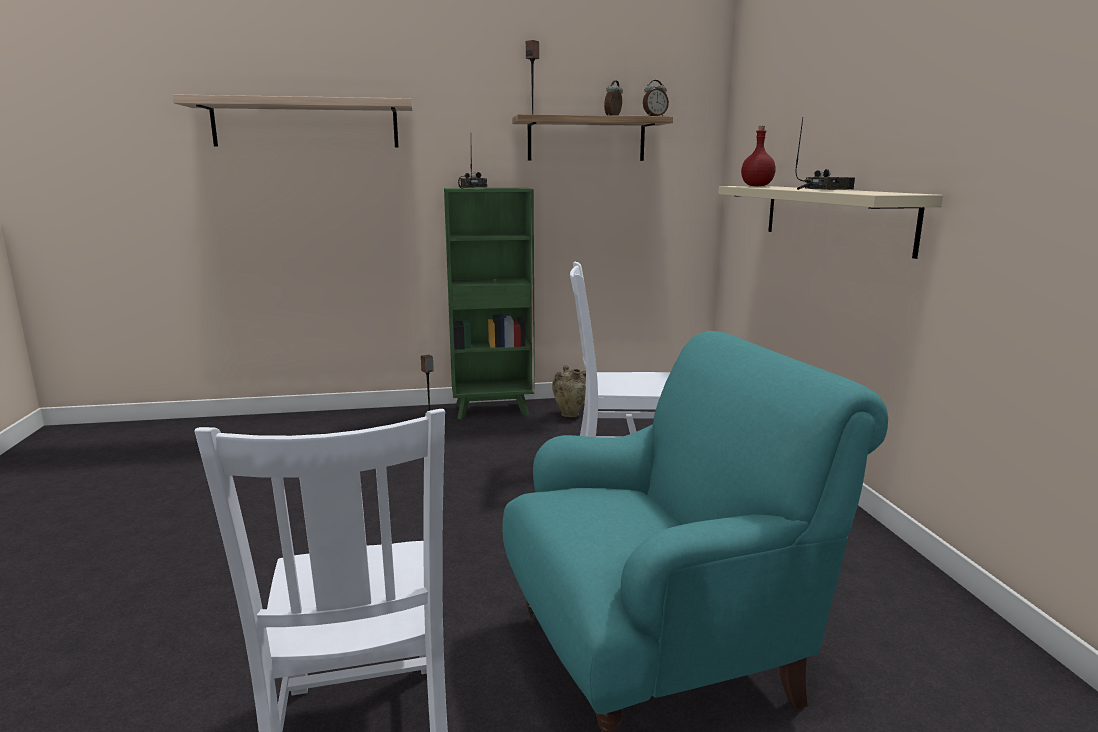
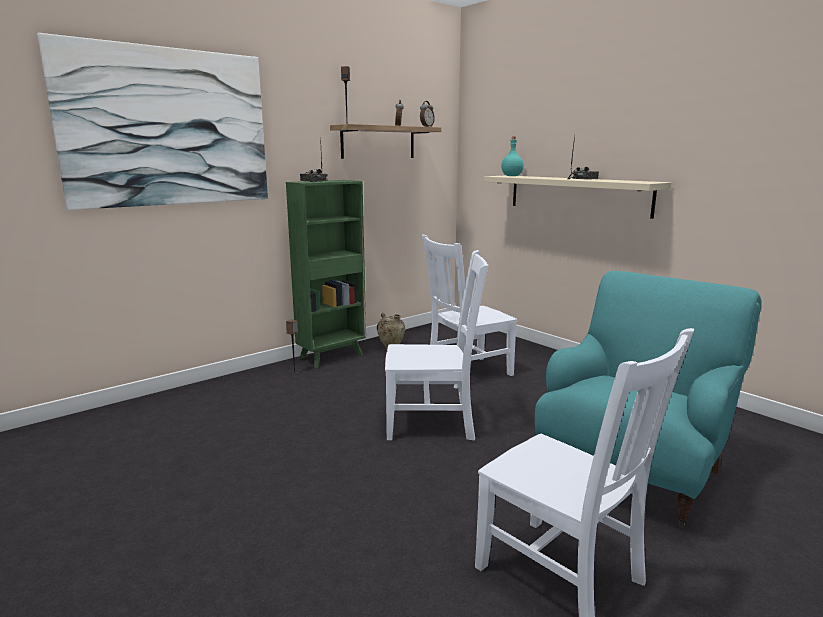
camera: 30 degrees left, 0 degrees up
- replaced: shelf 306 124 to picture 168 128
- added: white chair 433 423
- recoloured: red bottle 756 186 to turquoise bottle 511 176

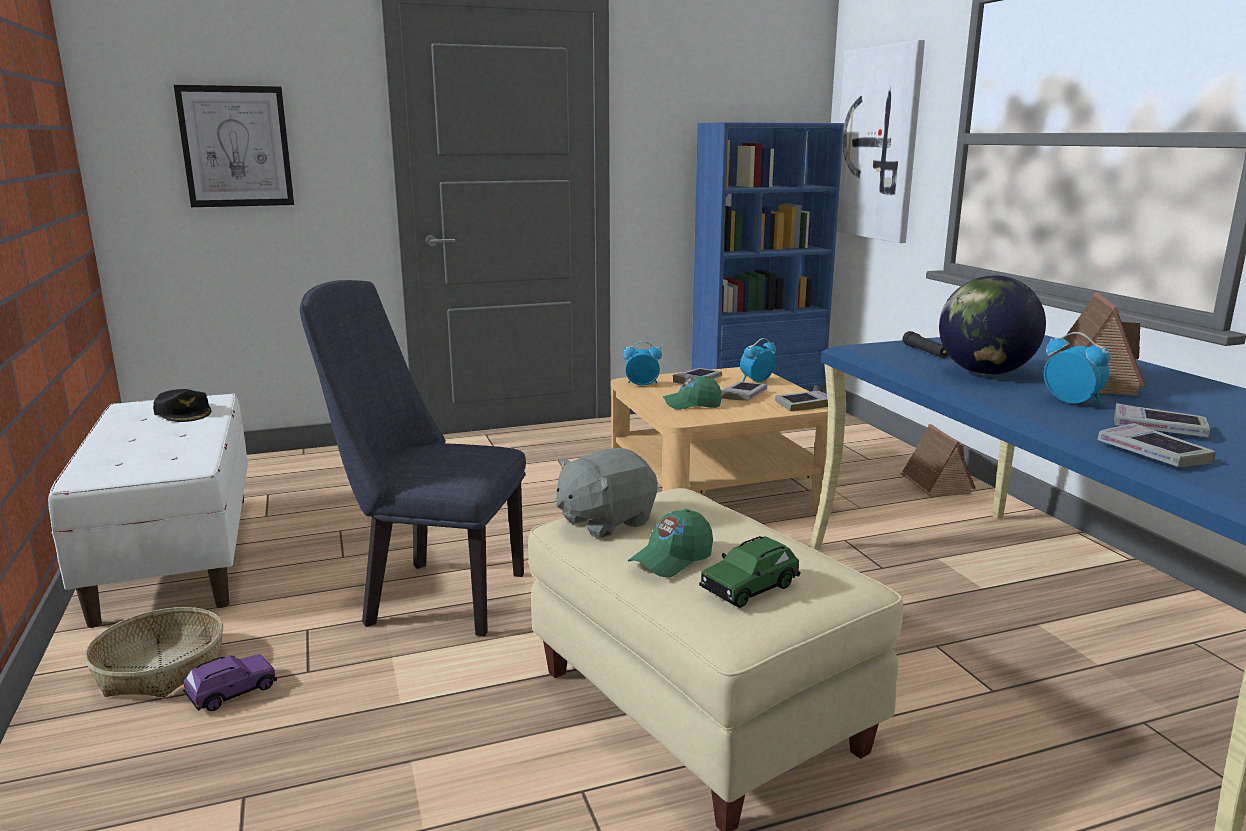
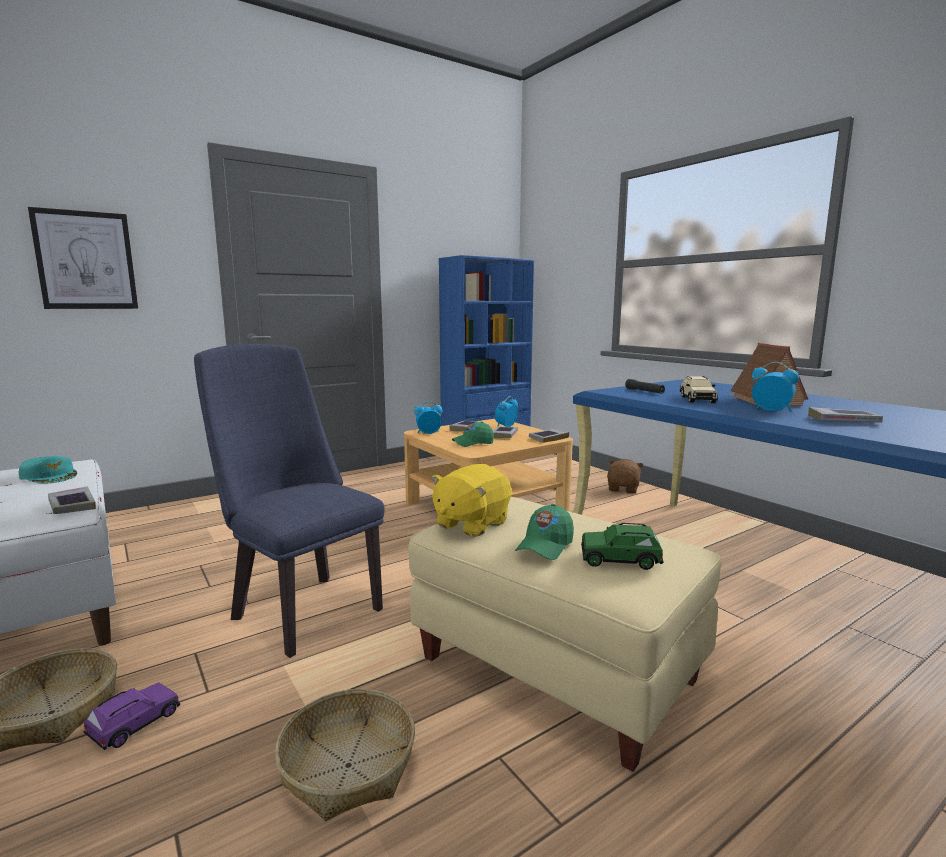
camera: 15 degrees left, 5 degrees down
- recoloured: black cap 184 412 to turquoise cap 49 476
- moved: book 1152 454 to 72 505
- turned: blue chair 432 596 = 301 608 45 degrees clockwise
- added: basket 349 766
- recoloured: grey plush toy 605 521 to yellow plush toy 471 524
- turned: green toy car 749 587 = 620 560 60 degrees clockwise
- replaced: toy house 935 484 to brown plush toy 623 489
- replaced: globe 985 373 to beige toy car 697 399
- removed: picture 878 144

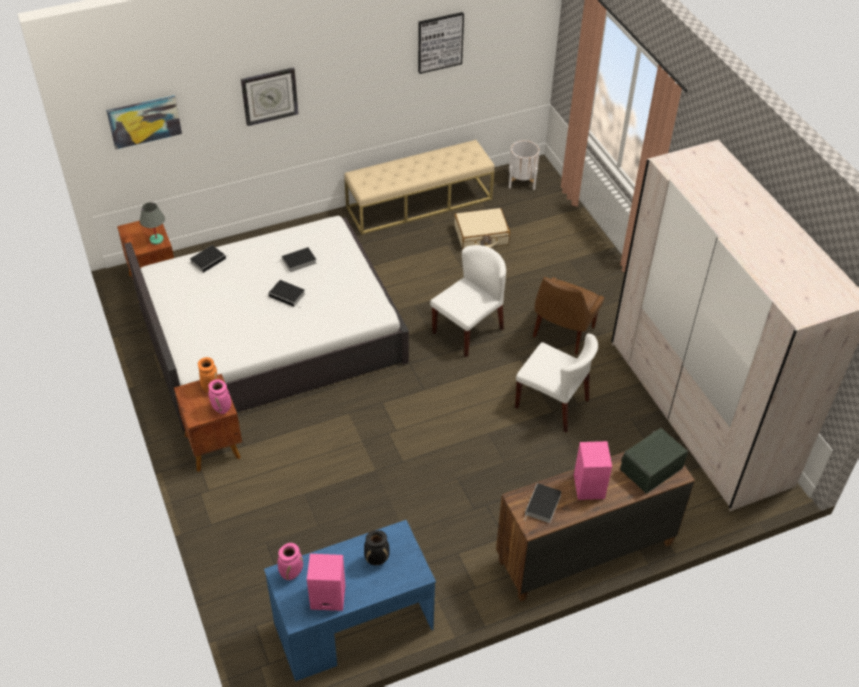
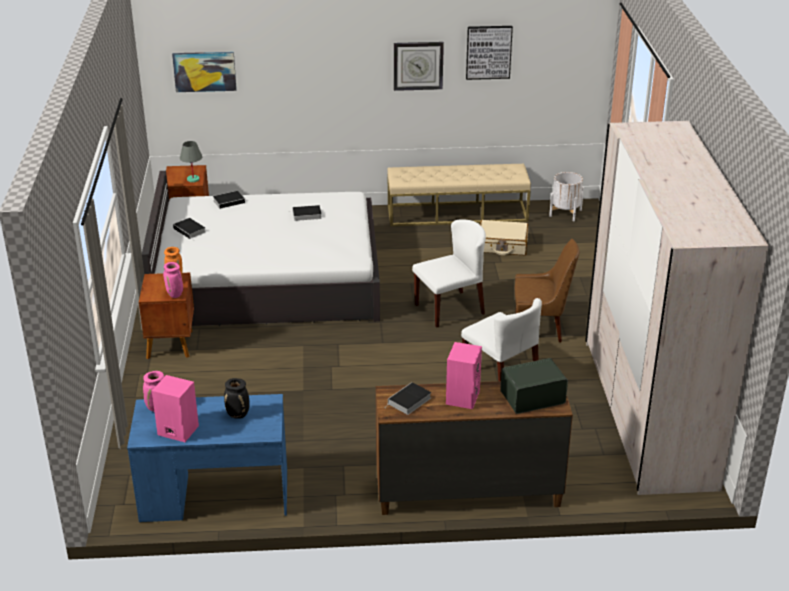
camera: 20 degrees right, 15 degrees down
- moved: book 288 295 to 190 230
- moved: wall clock 269 96 to 418 65
- turned: brown chair 562 333 = 540 328 135 degrees counterclockwise

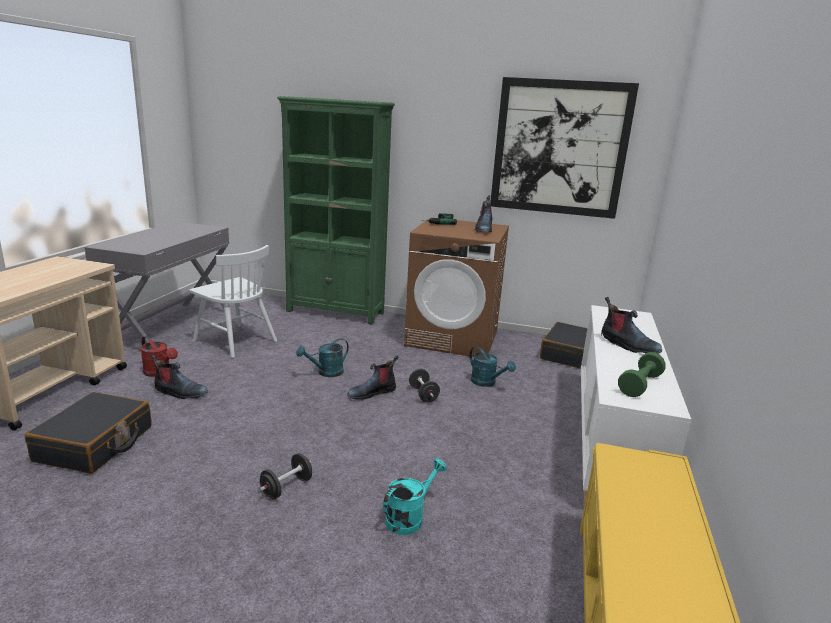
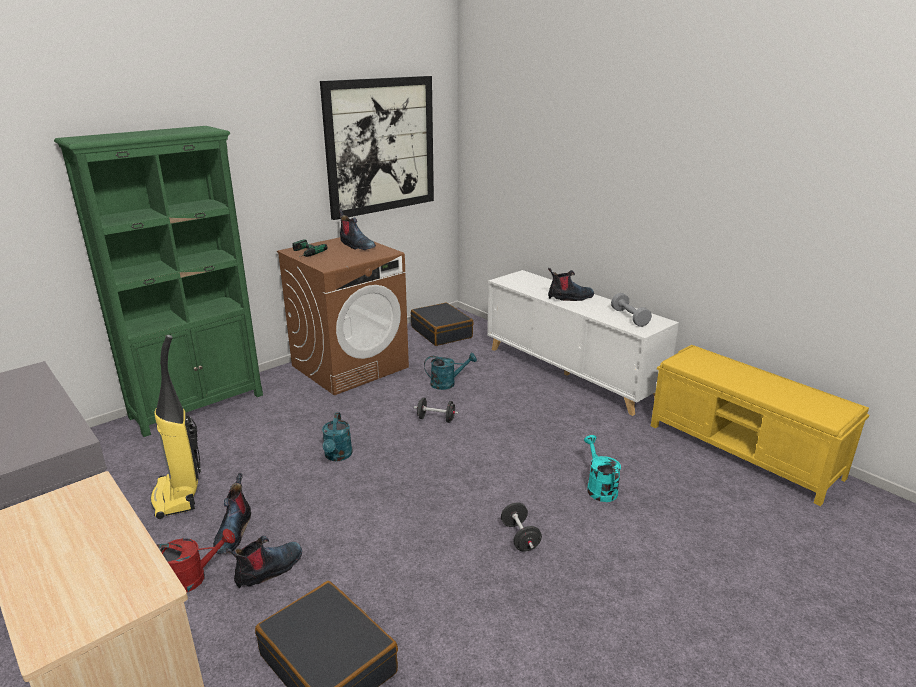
camera: 55 degrees left, 5 degrees up
- replaced: white chair 235 341 to vacuum cleaner 178 496
- moved: boot 372 392 to 233 532
- recoloured: green dumbbell 639 385 to grey dumbbell 629 317

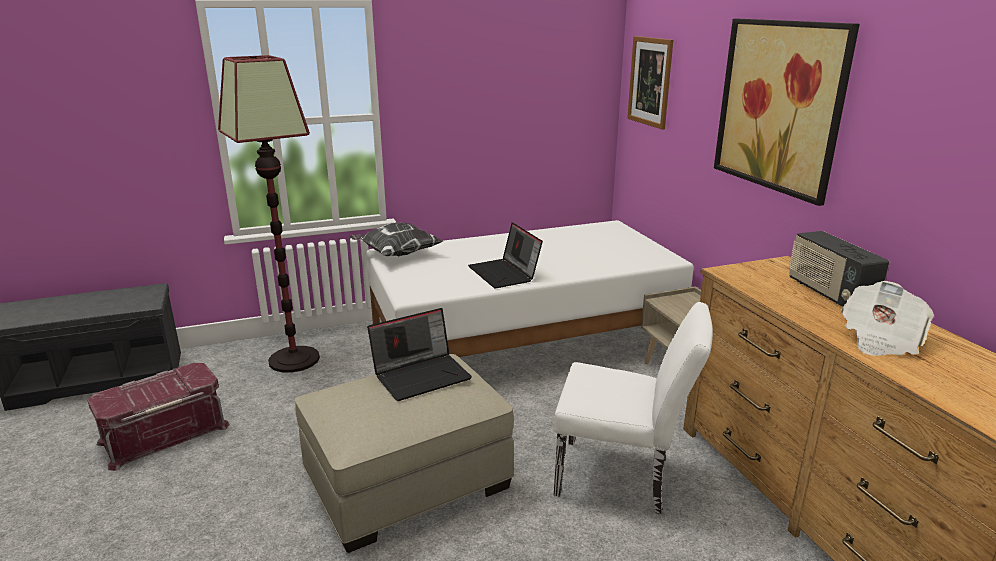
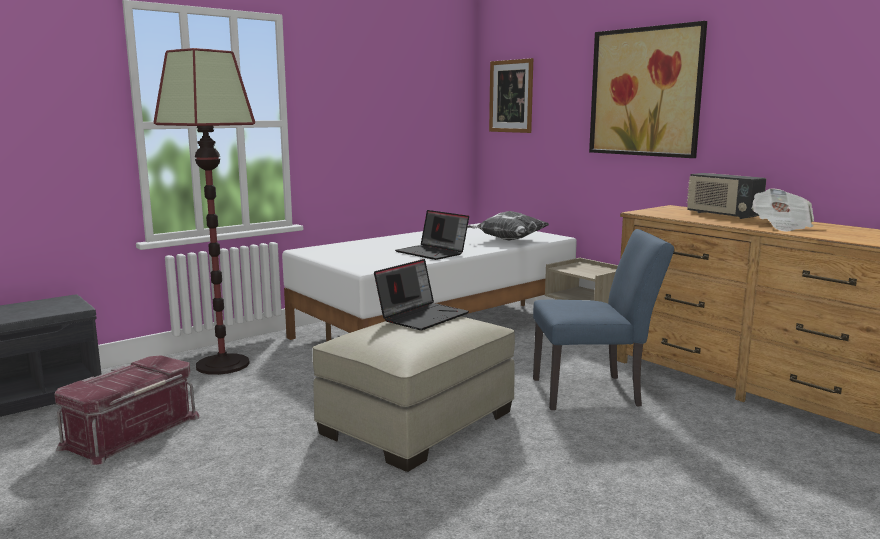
camera: 20 degrees left, 10 degrees down
- moved: pillow 396 254 to 507 240
- recoloured: white chair 622 478 to blue chair 594 392

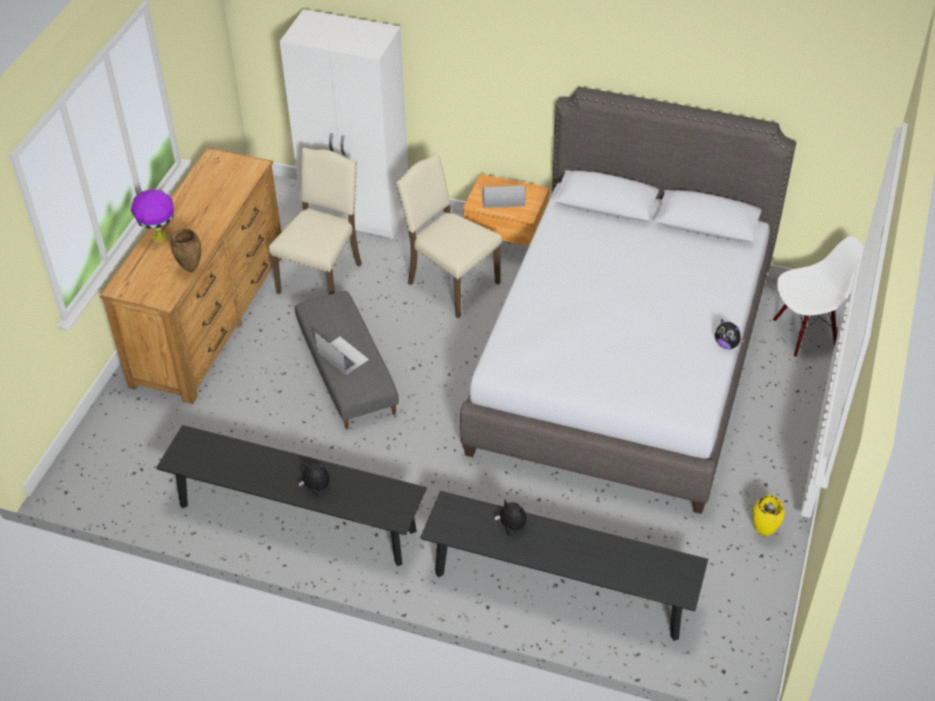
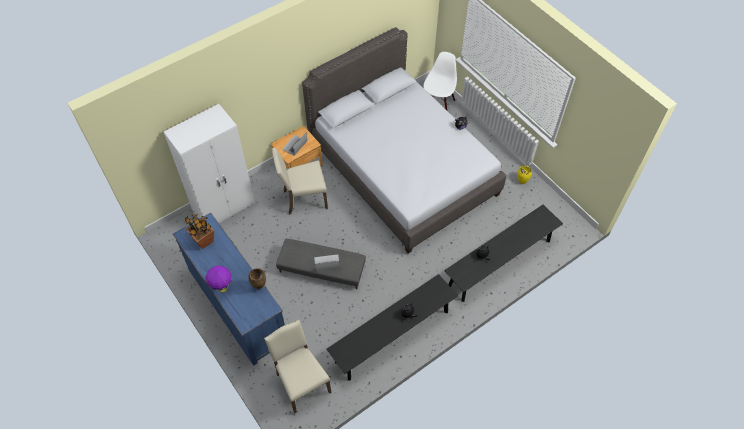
camera: 55 degrees left, 10 degrees up
- recoloured: brown dresser 210 318 to blue dresser 237 305
- added: potted plant 204 241
- moved: beige chair 322 277 to 301 382

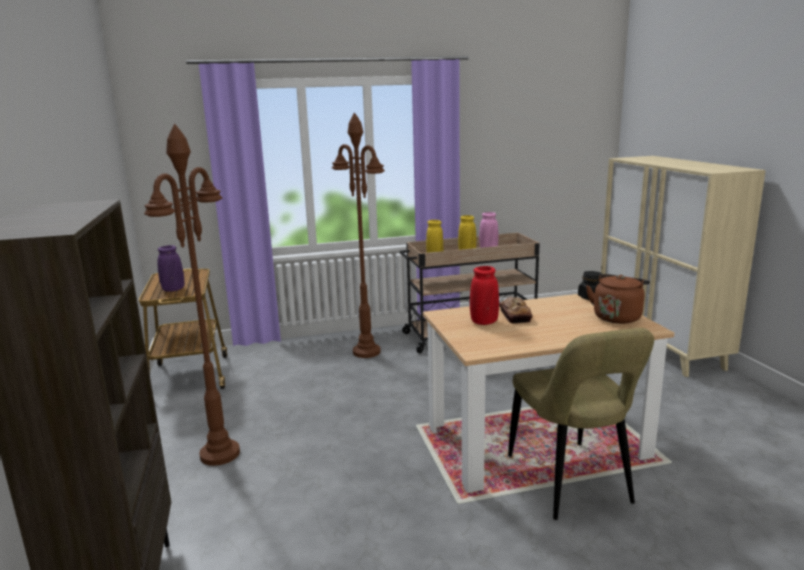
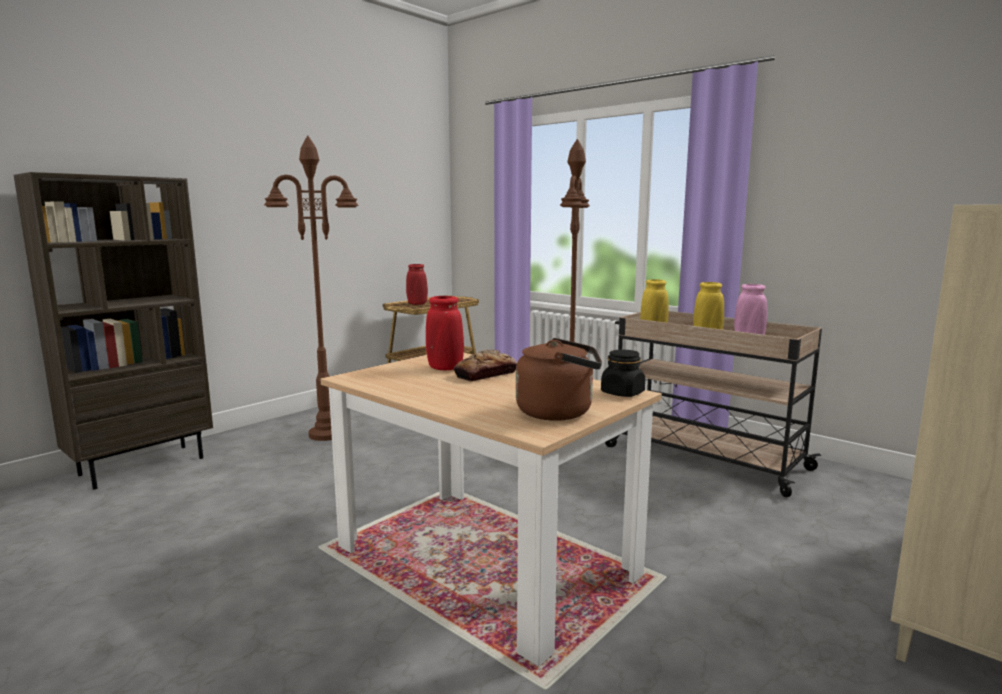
camera: 55 degrees right, 5 degrees down
- recoloured: purple vase 173 290 to red vase 417 304
- removed: beige chair 571 483

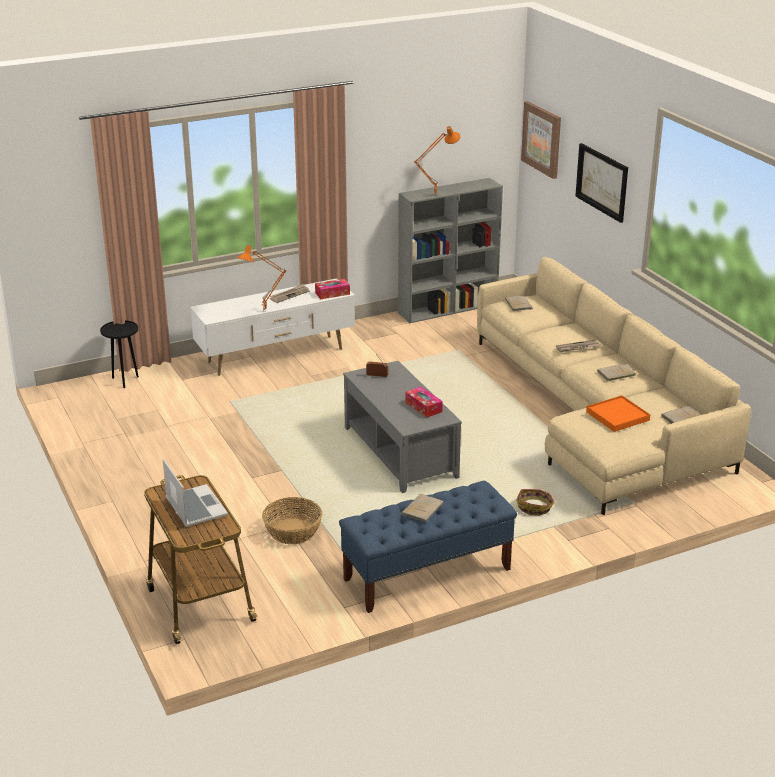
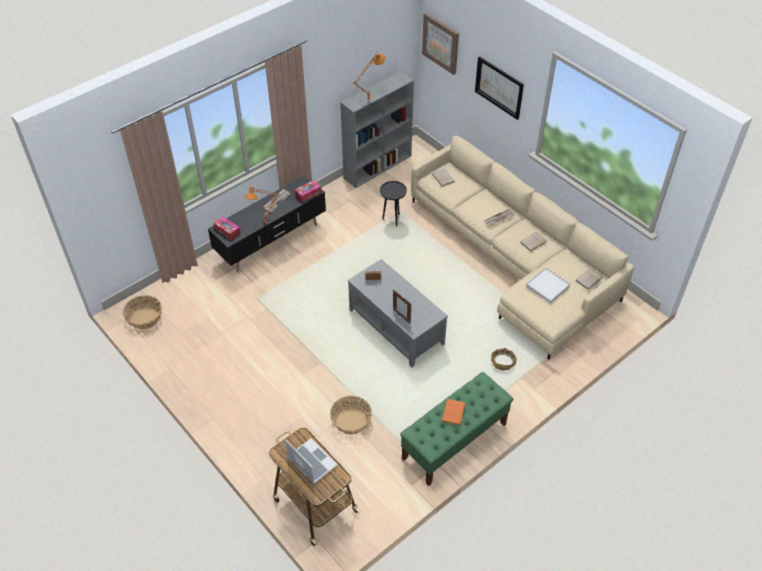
camera: 15 degrees left, 20 degrees up
- added: basket 144 318
- recoloured: white tv stand 276 356 to black tv stand 272 242
- moved: tissue box 423 407 to 227 230
- moved: black side table 125 381 to 392 220
- added: picture frame 401 317
- recoloured: blue bench 427 574 to green bench 454 441
- recoloured: beige book 423 509 to orange book 453 412
- recoloured: orange tray 617 416 to white tray 547 287

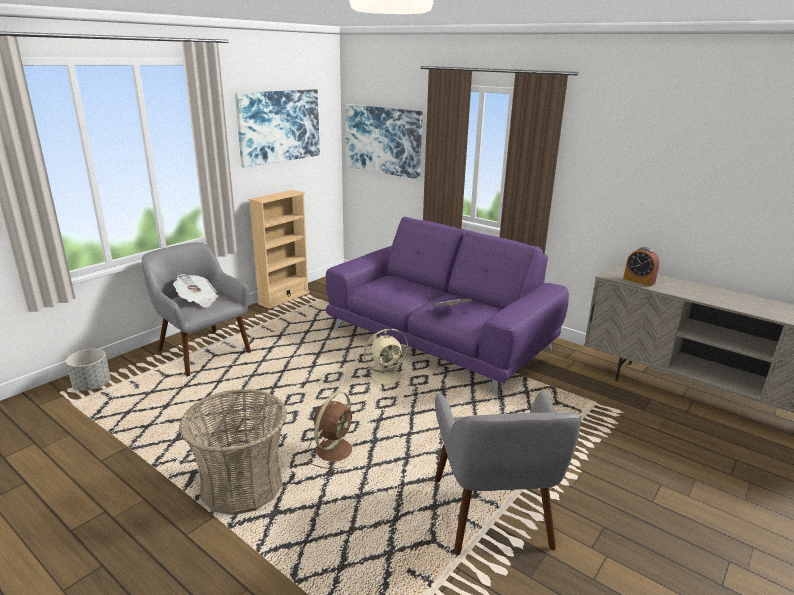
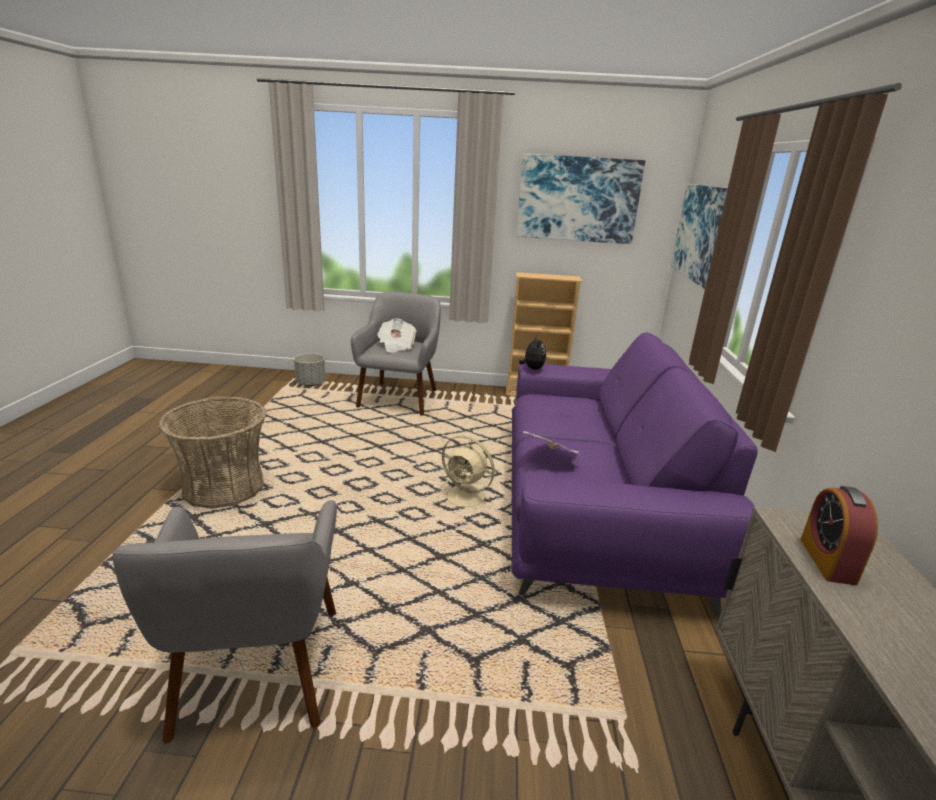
camera: 55 degrees right, 0 degrees up
- turned: grey armchair 493 514 = 256 672 60 degrees counterclockwise
- added: plush toy 532 368
- removed: brown fan 335 449

